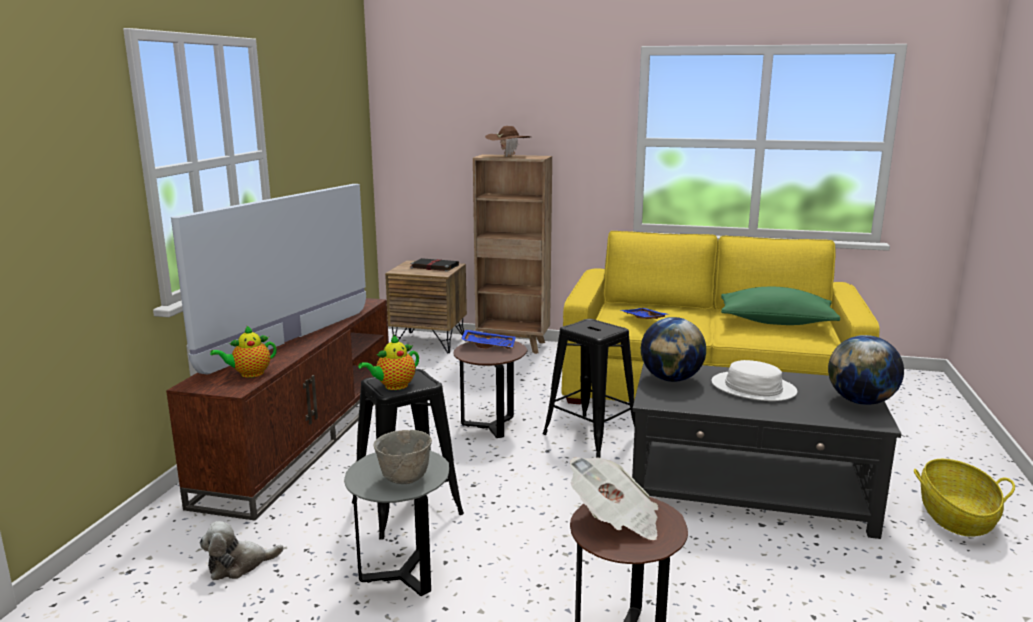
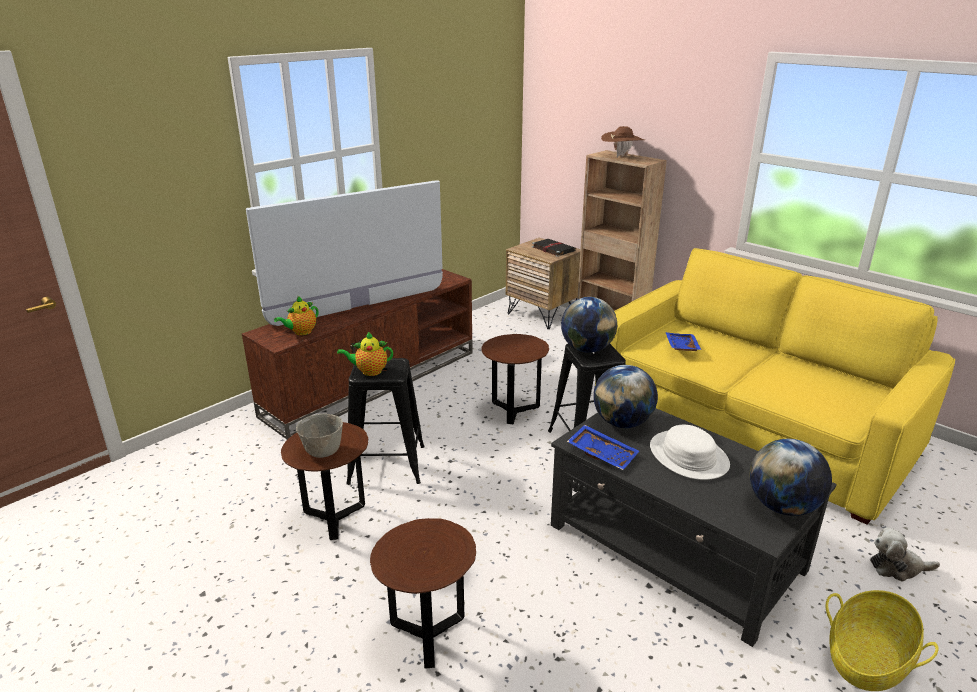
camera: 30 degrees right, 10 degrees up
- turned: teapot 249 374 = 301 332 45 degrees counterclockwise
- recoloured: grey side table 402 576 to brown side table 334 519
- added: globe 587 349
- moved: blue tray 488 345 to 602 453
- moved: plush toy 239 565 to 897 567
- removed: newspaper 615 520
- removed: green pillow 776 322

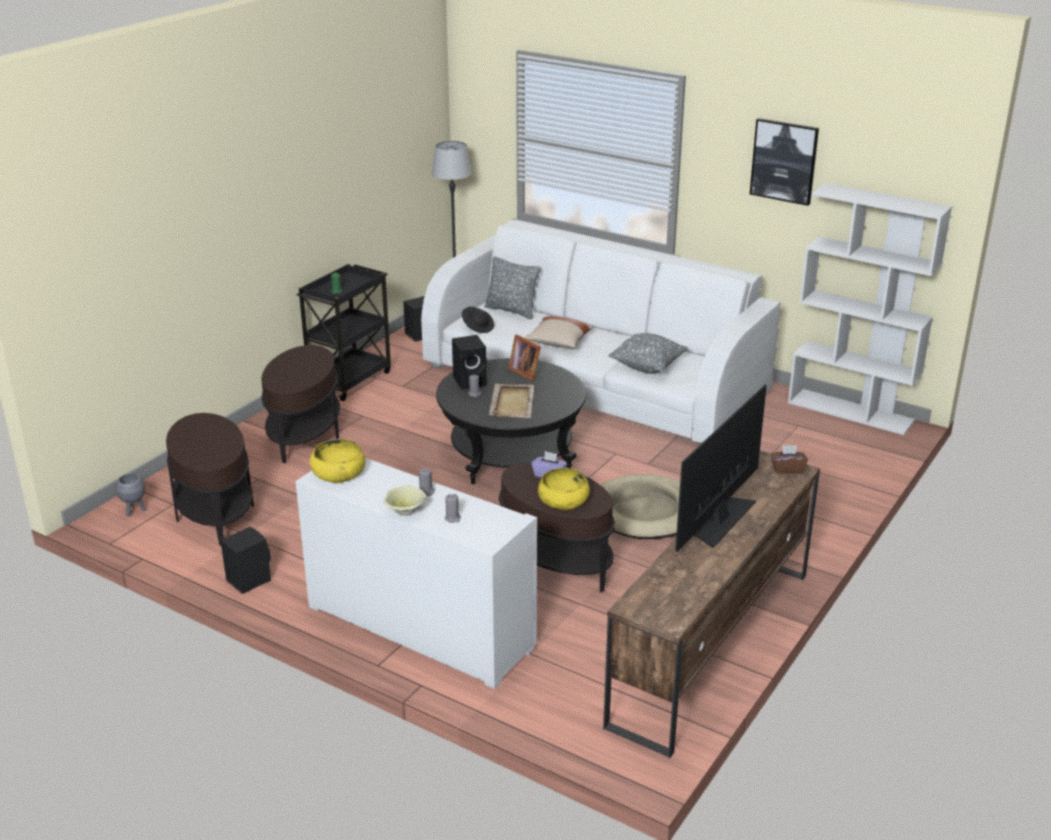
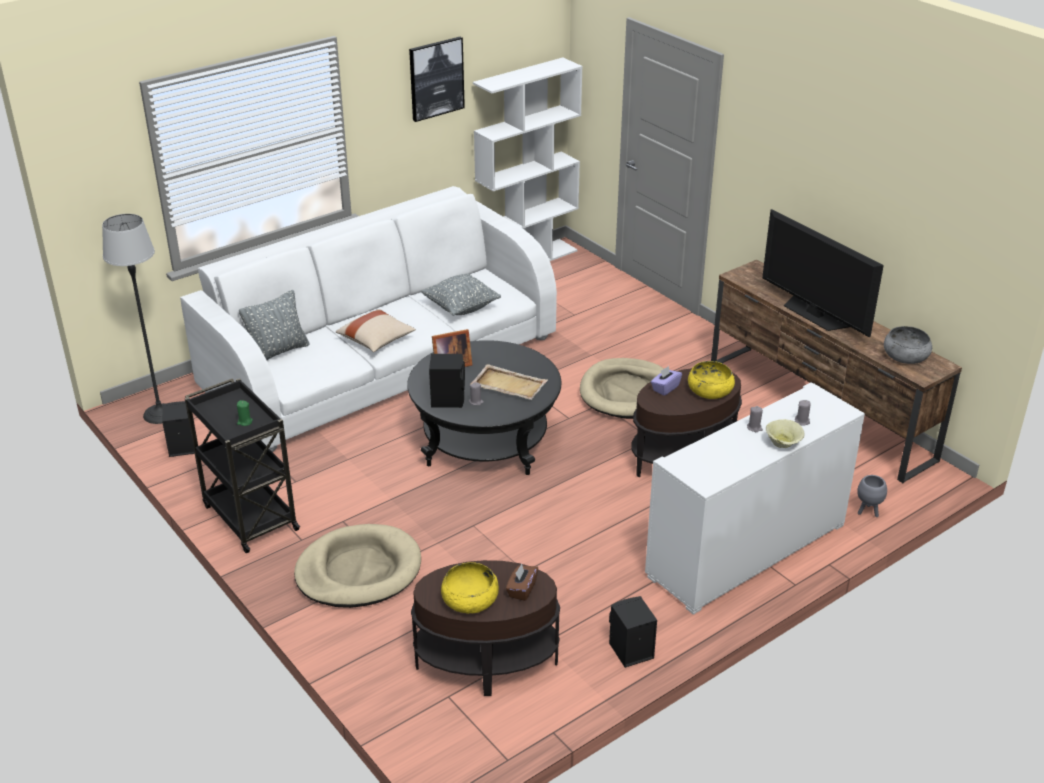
camera: 70 degrees left, 5 degrees up
- replaced: brown side table 304 436 to beige dog bed 358 571
- moved: yellow bowl 338 473 to 470 599
- moved: brown tissue box 787 469 to 522 590
- moved: grey planter 134 511 to 867 512
- added: grey bowl 905 355
- removed: black hat 478 327

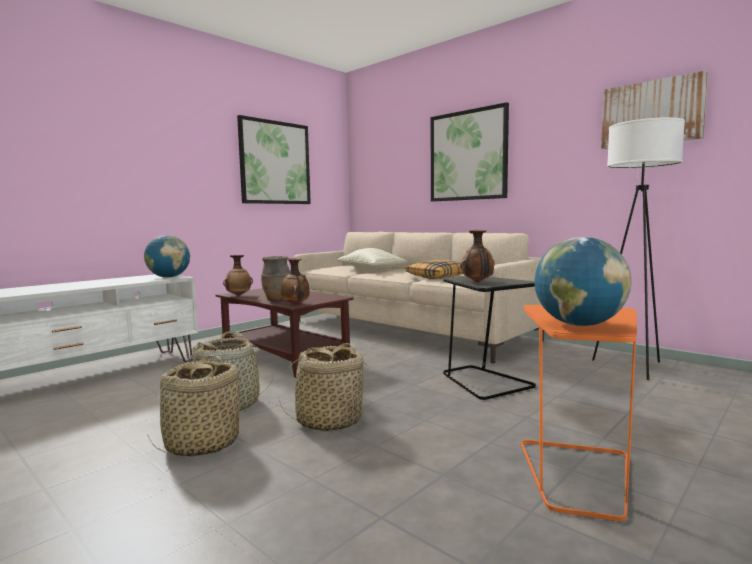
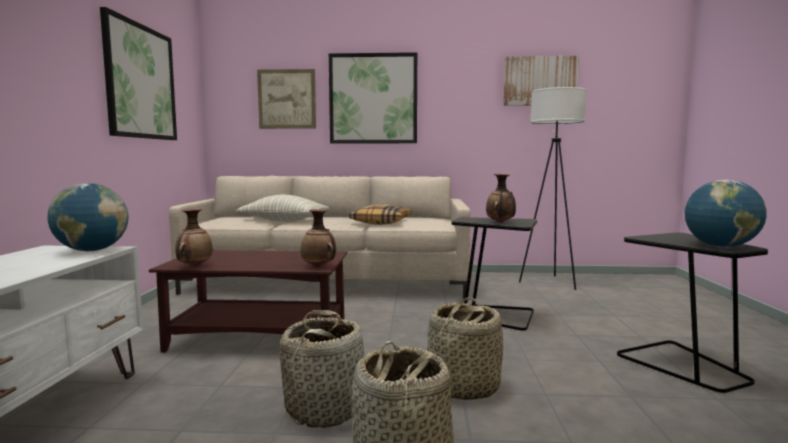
camera: 40 degrees left, 0 degrees up
- added: picture 287 99
- recoloured: orange side table 577 476 to black side table 683 365
- removed: brown vase 277 300

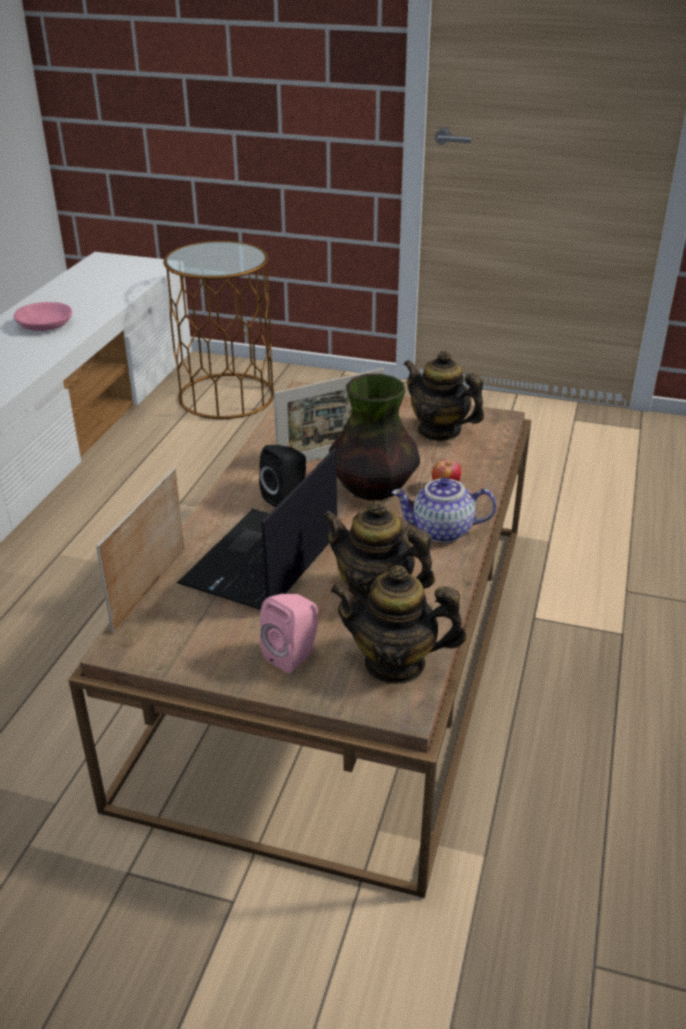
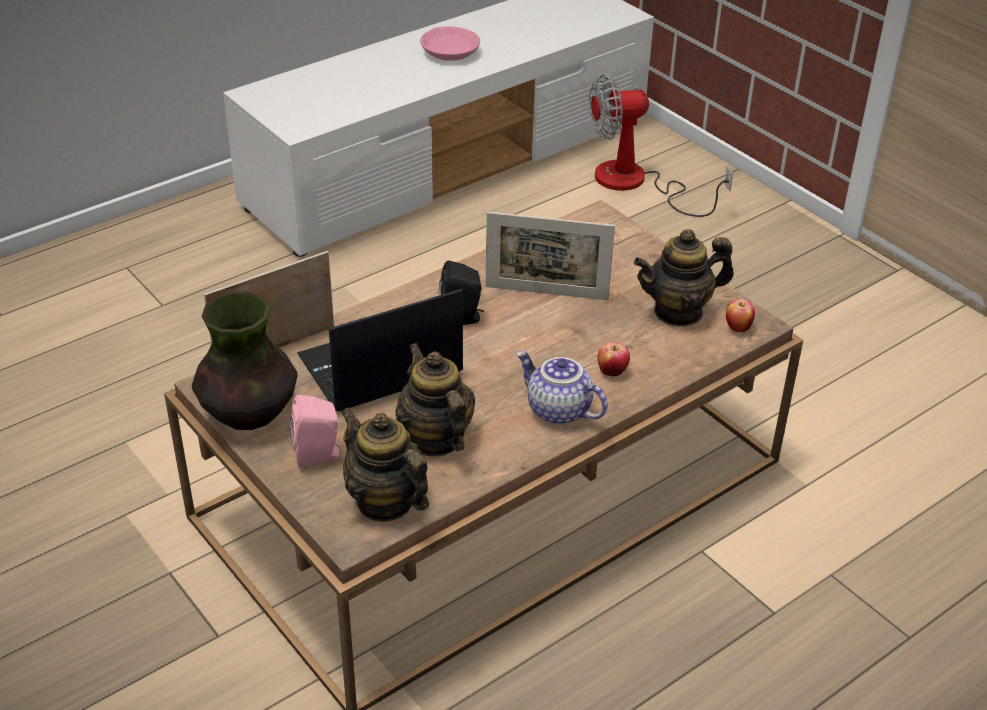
camera: 35 degrees right, 5 degrees up
- moved: vase 373 489 to 249 414
- replaced: brown side table 227 396 to fan 636 183
- turned: teapot 439 431 = 678 311 90 degrees counterclockwise
- added: apple 737 328

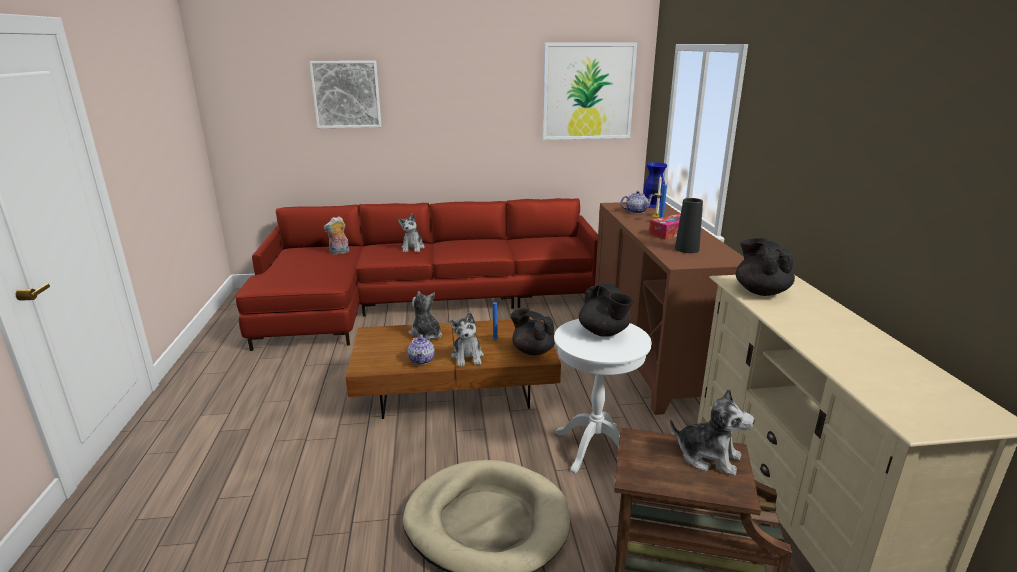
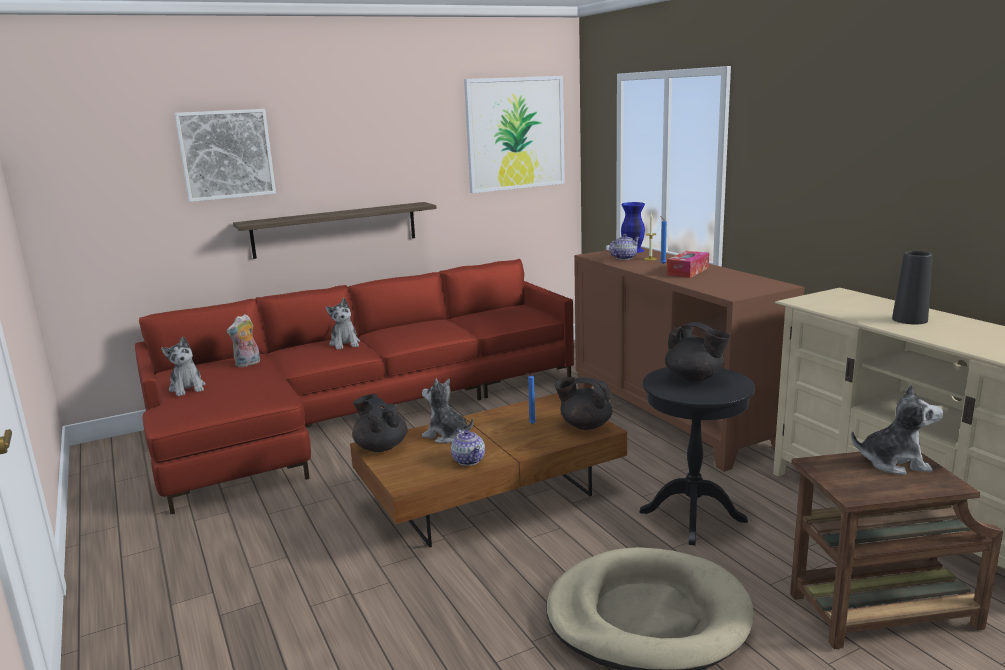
camera: 20 degrees left, 5 degrees down
- moved: plush toy 467 357 to 187 388
- added: shelf 335 229
- moved: black teapot 760 291 to 380 447
- recoloured: white side table 594 447 to black side table 692 516
- moved: black vase 687 249 to 909 319

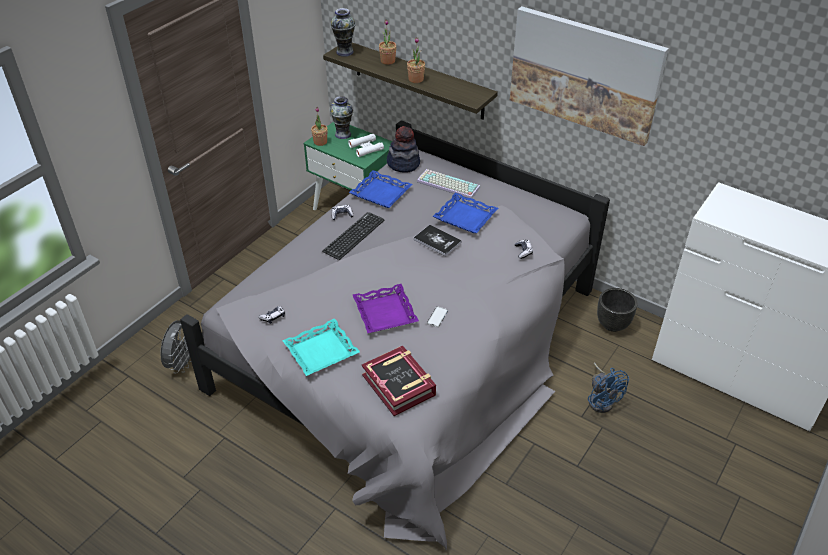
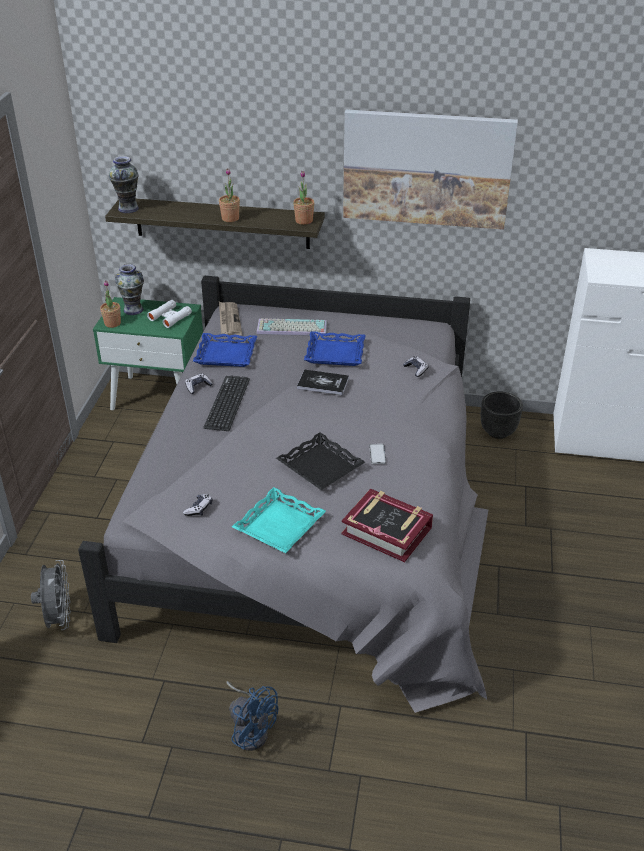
camera: 25 degrees left, 5 degrees down
- replaced: hat 403 164 to newspaper 229 320
- moved: blue fan 602 399 to 250 729
- recoloured: purple tray 385 313 to black tray 321 466
- moved: potted plant 388 61 to 304 221

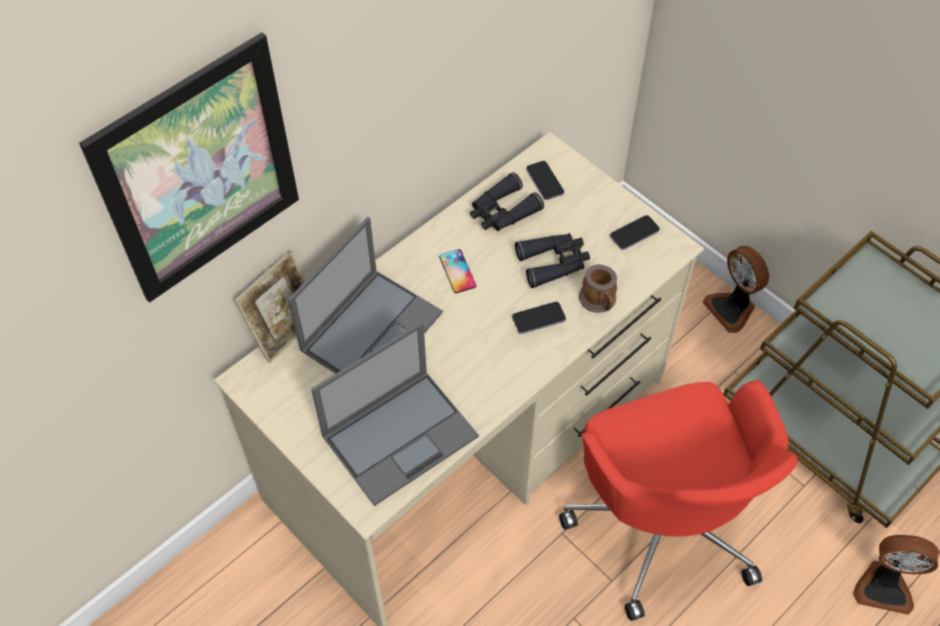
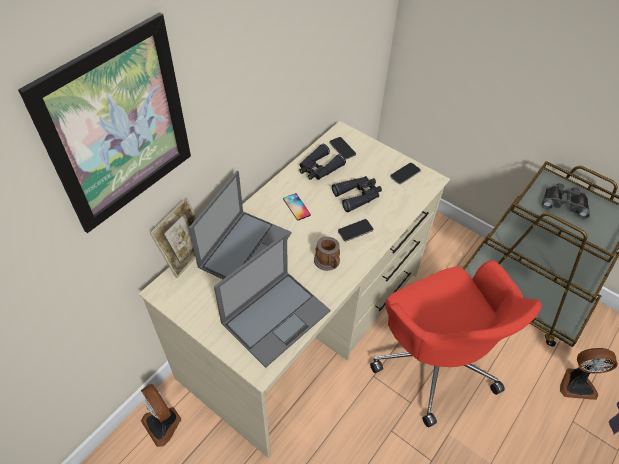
camera: 10 degrees left, 5 degrees down
- moved: fan 732 308 to 163 423
- moved: mug 599 301 to 328 262
- added: black binoculars 564 202

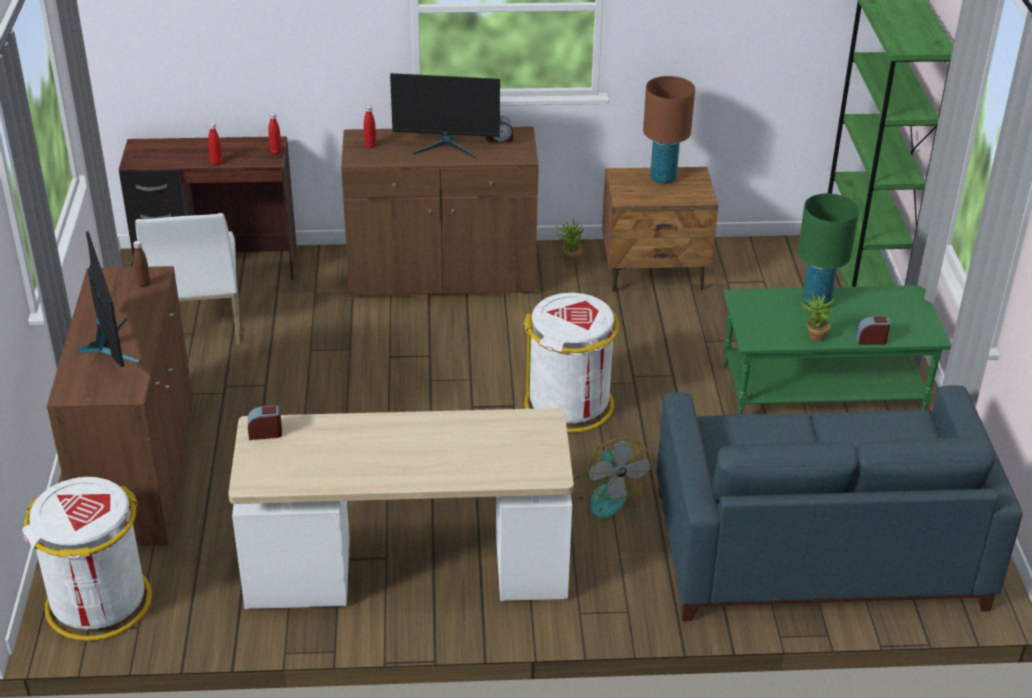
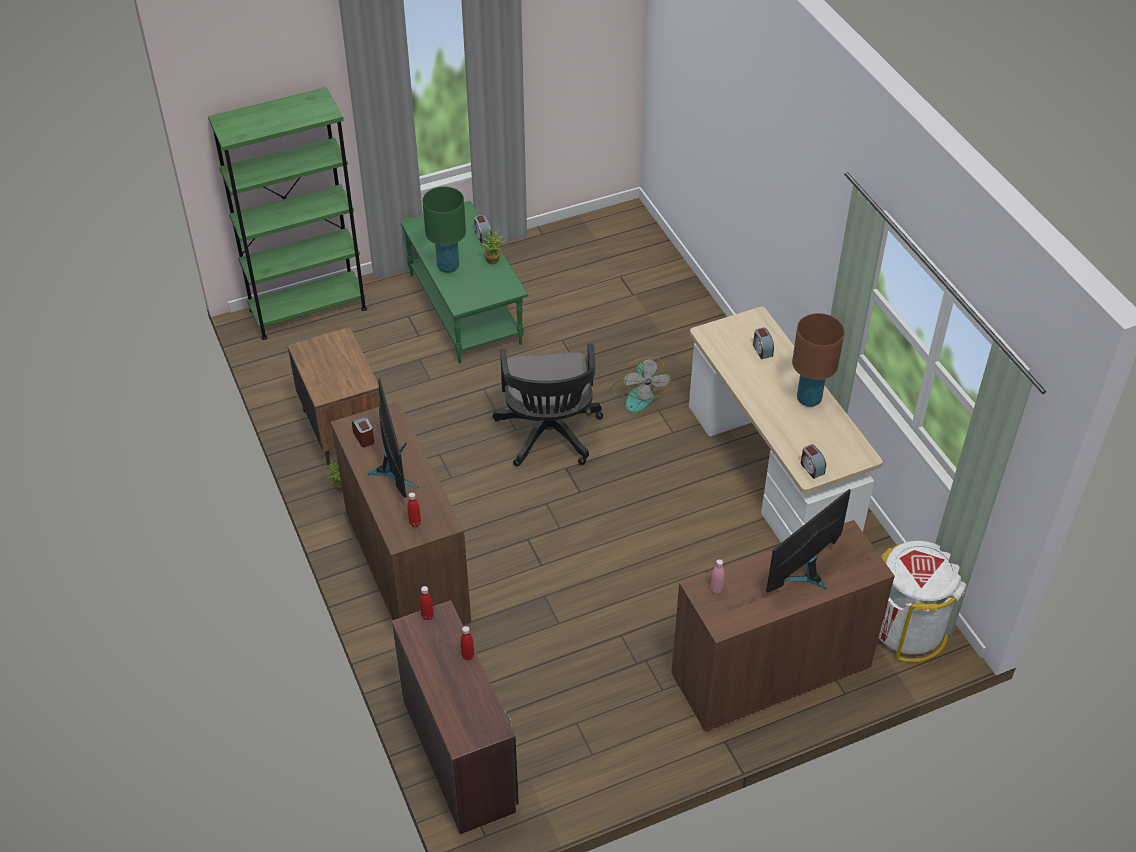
camera: 110 degrees left, 10 degrees up
- replaced: white trash can 569 405 to black office chair 549 436
- turned: fan 603 494 = 638 394 120 degrees clockwise
- recoloured: brown bottle 143 284 to pink bottle 716 590
- added: alarm clock 762 350
- moved: brown table lamp 663 178 to 808 399
- removed: white chair 196 321
- removed: blue sofa 816 547

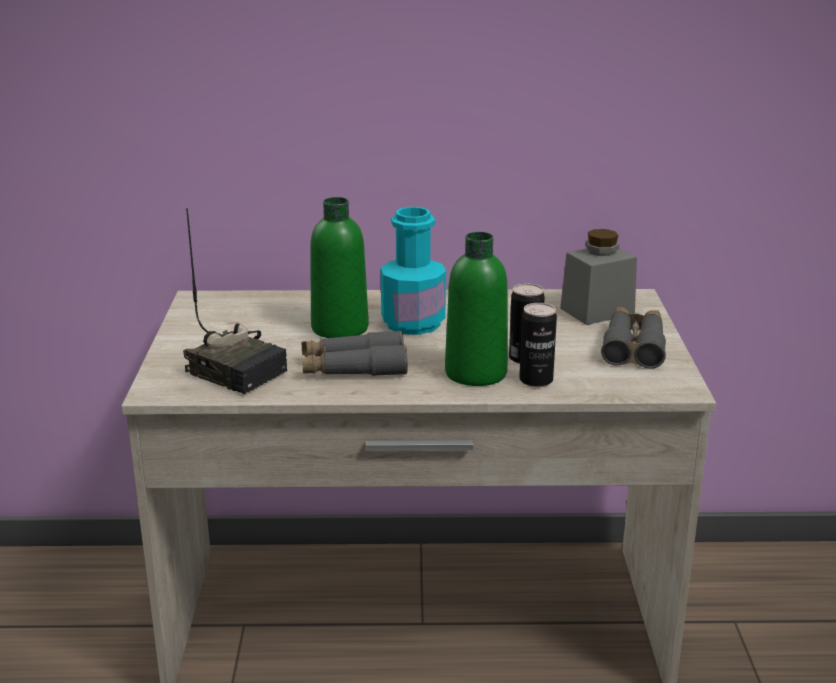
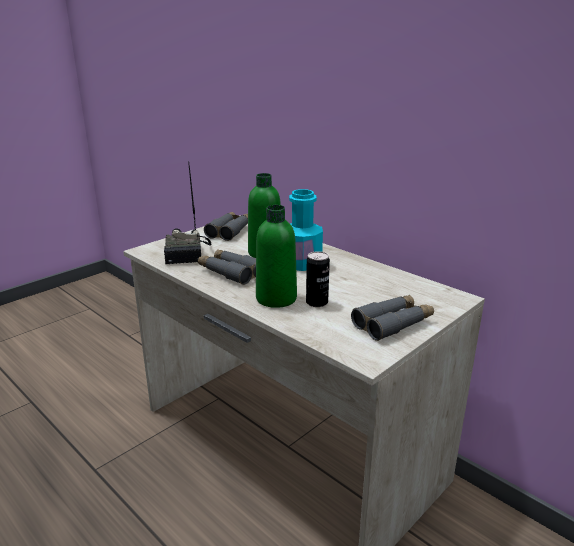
camera: 45 degrees right, 0 degrees up
- added: grey binoculars 230 231
- removed: can 536 380
- removed: grey jar 597 311

